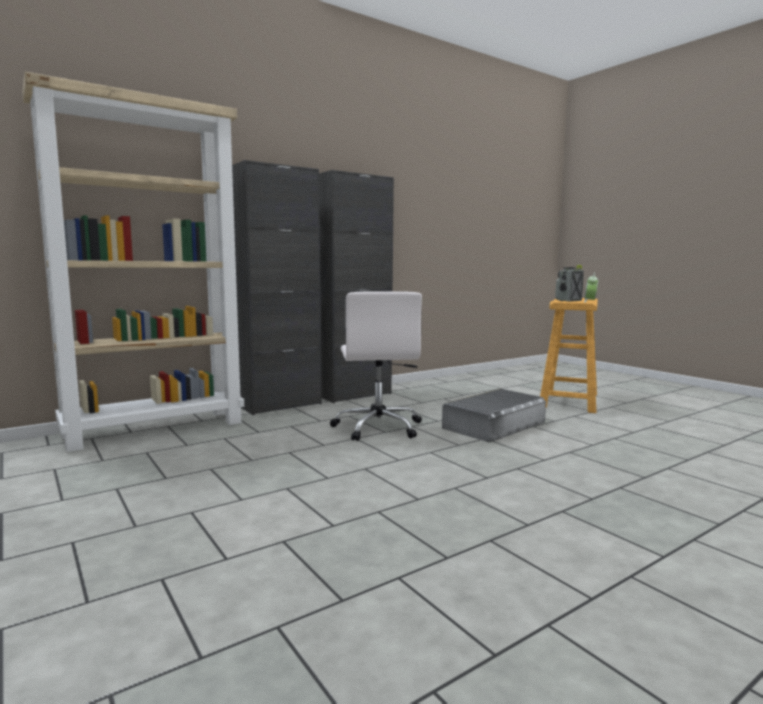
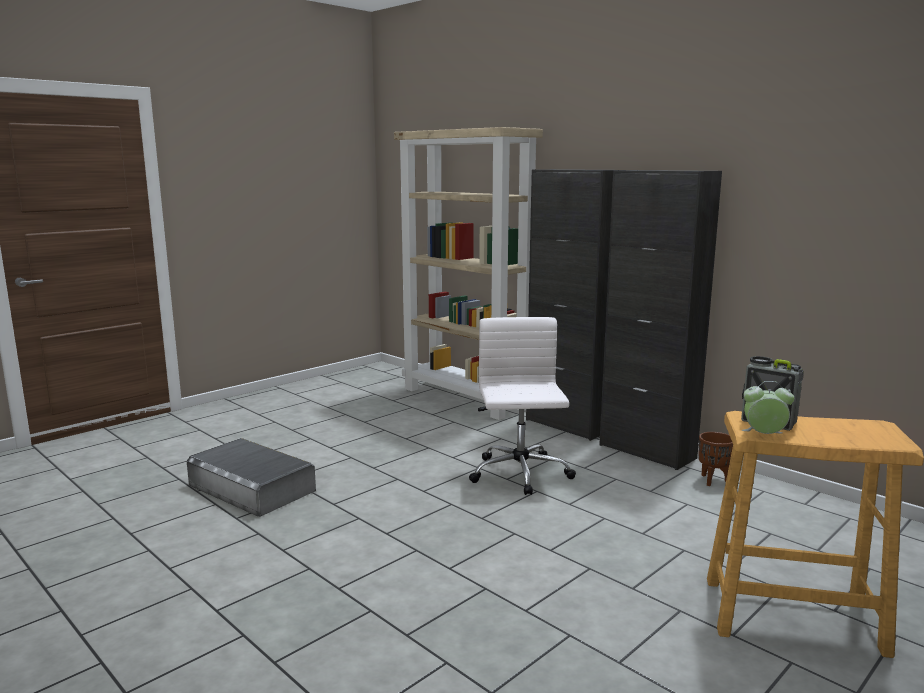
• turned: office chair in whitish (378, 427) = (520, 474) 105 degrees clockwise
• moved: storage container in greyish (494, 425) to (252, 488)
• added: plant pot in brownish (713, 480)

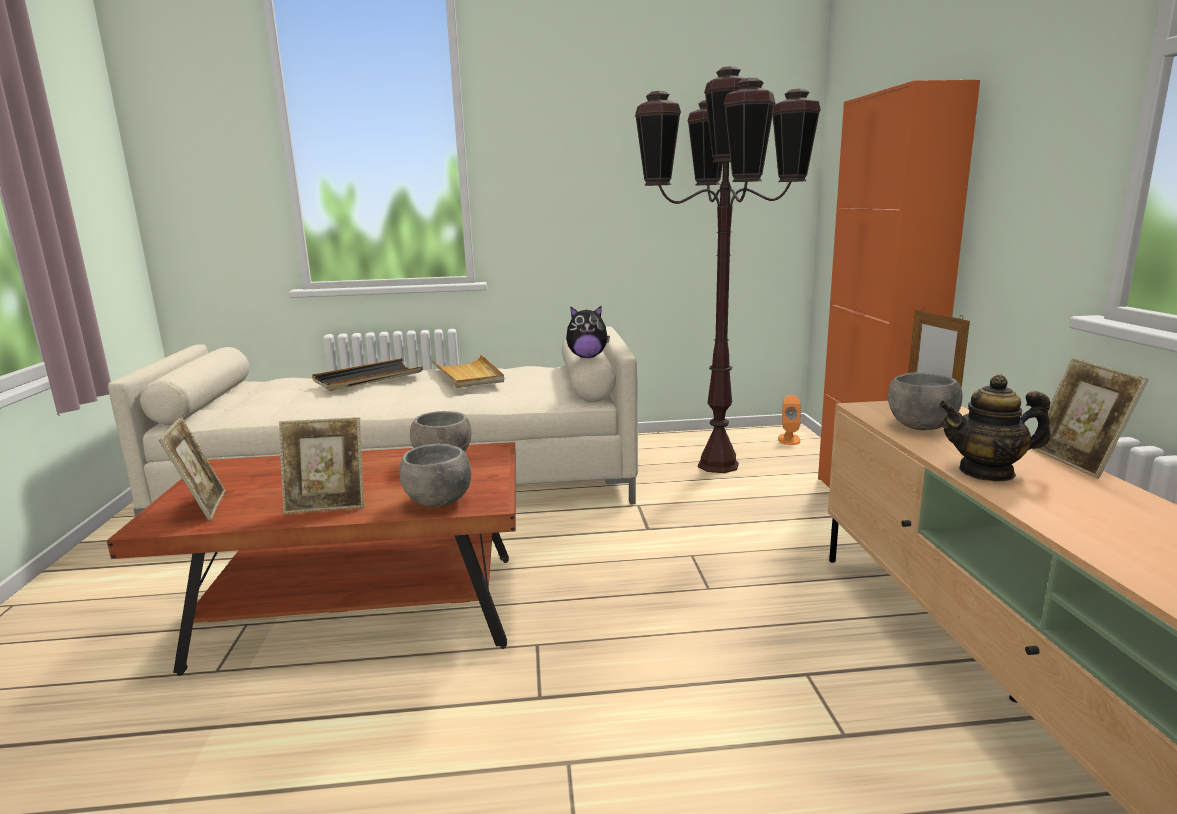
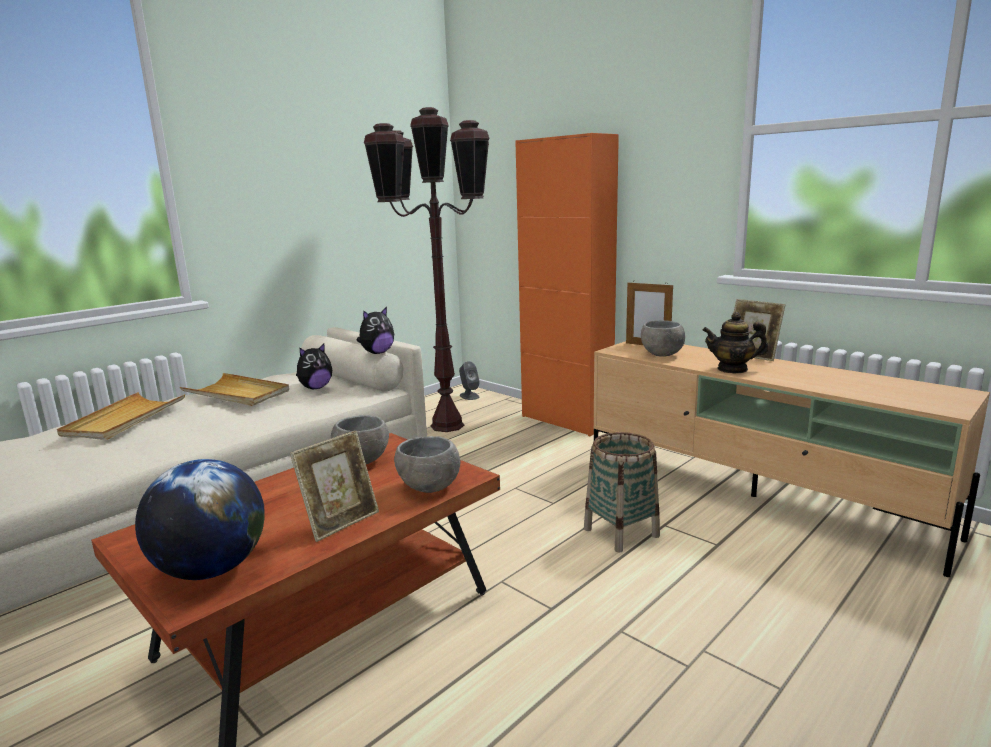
• recoloured: carrying tray in black-coloured (367, 378) to carrying tray in beige-coloured (125, 419)
• turned: pot for tea (987, 472) = (732, 369) 45 degrees clockwise
• recoloured: loudspeaker in orangey (789, 439) to loudspeaker in greyish (469, 396)
• replaced: picture frame (202, 507) to globe (211, 569)
• added: cuddly toy (315, 388)
• added: household basket (621, 532)

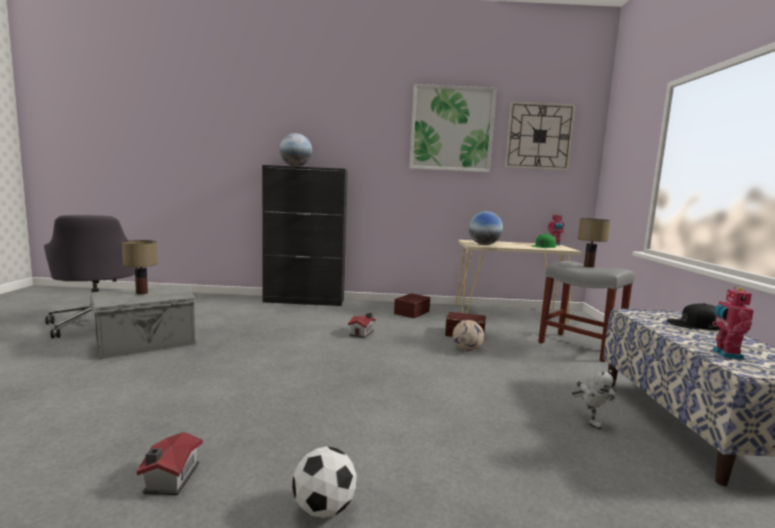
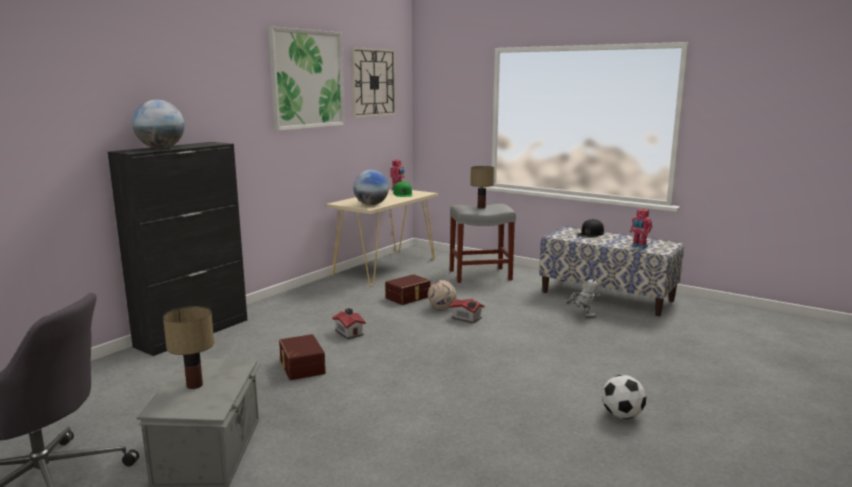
• moved: storage container in brownish (411, 312) to (301, 367)
• moved: toy house (170, 479) to (467, 318)

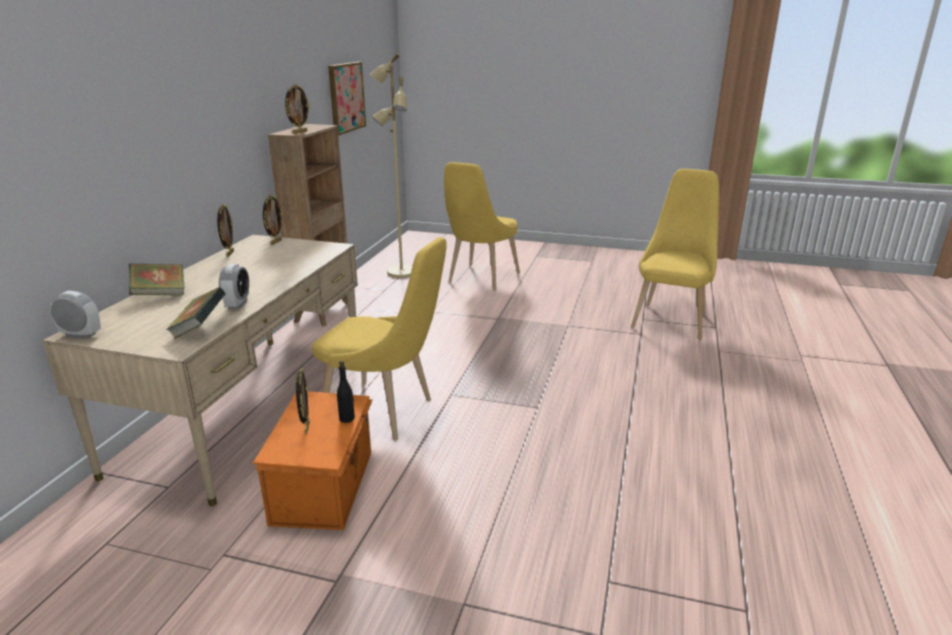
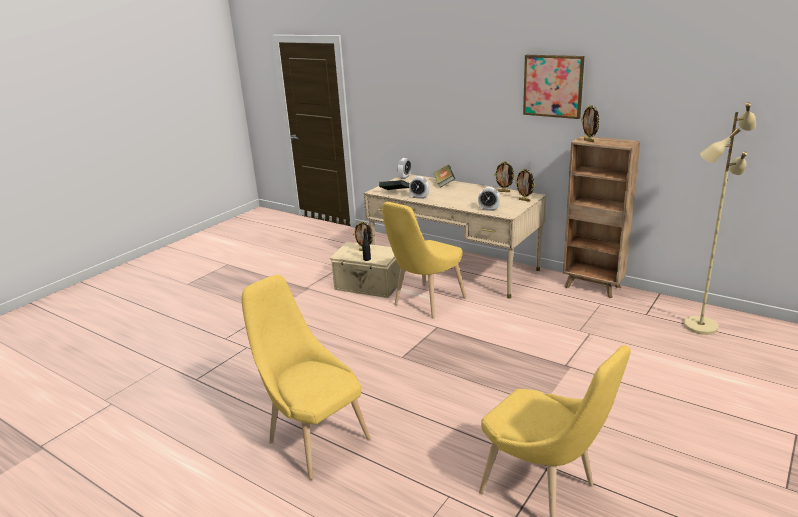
• moved: picture (346, 97) to (553, 86)
• moved: upright chair in yellowish (481, 279) to (313, 438)
• recoloured: storage container in orangey (325, 486) to storage container in beige-coloured (368, 286)
• added: alarm clock (489, 209)

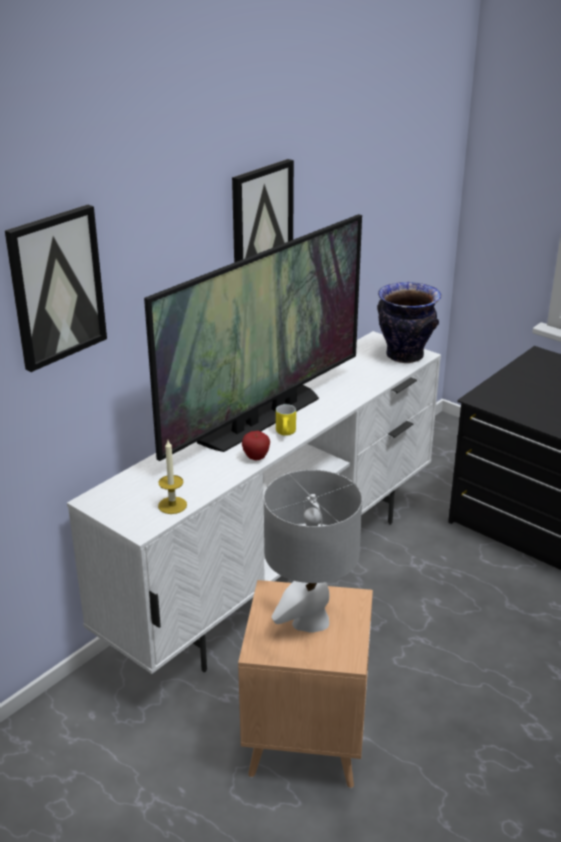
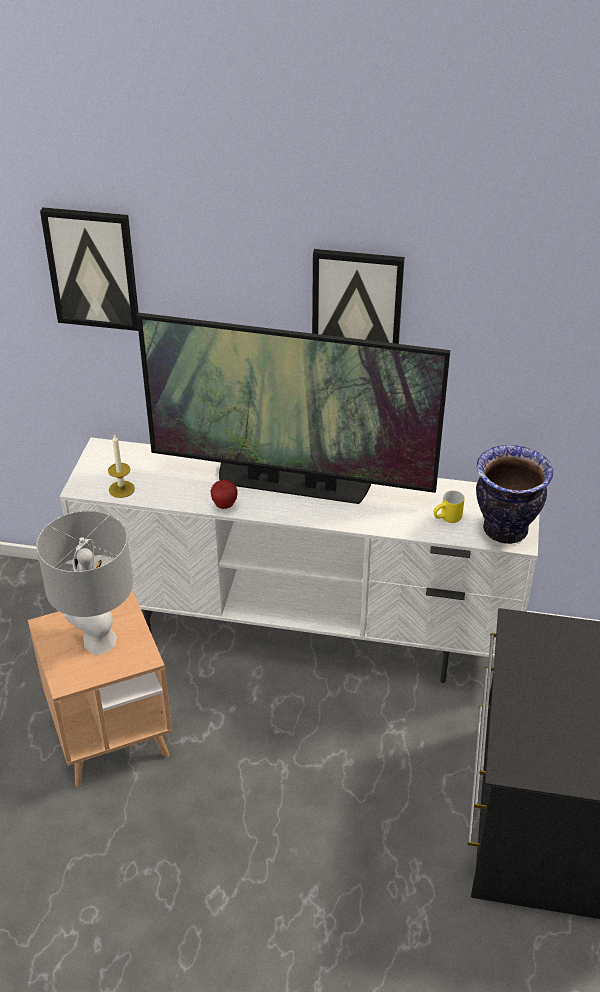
• moved: mug in yellowish (287, 434) to (448, 519)

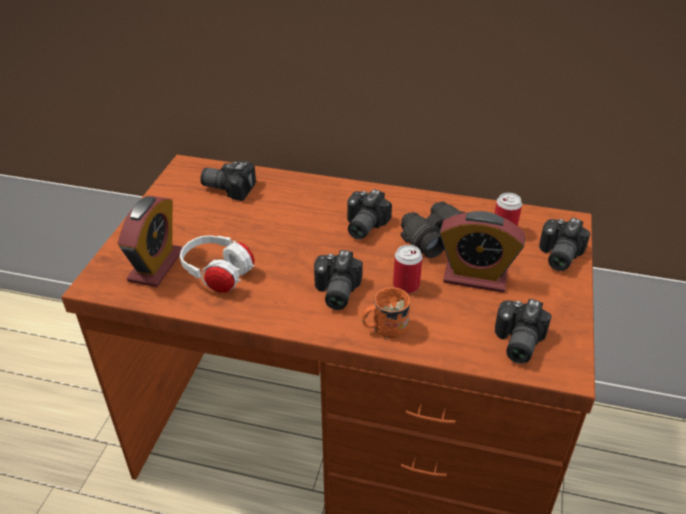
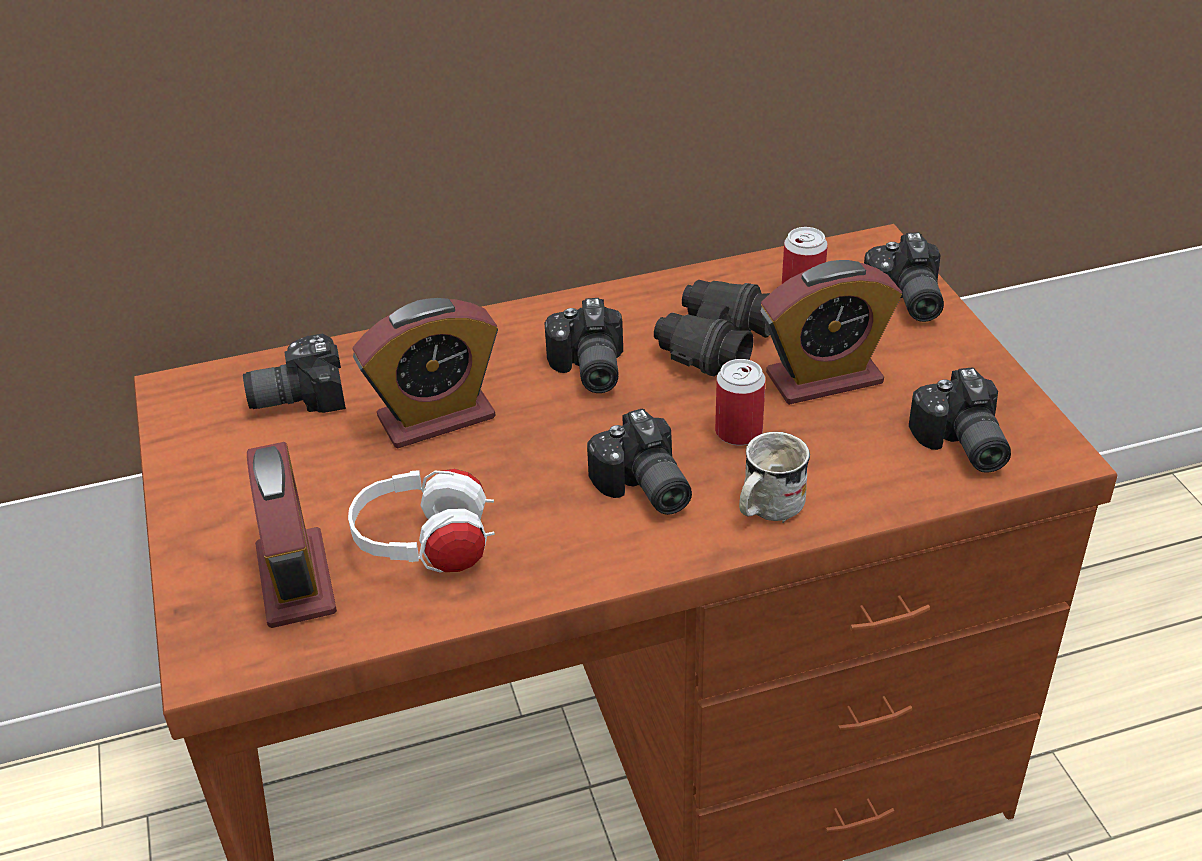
• recoloured: mug in orangey (384, 328) to mug in whitish (766, 508)
• added: alarm clock (436, 418)

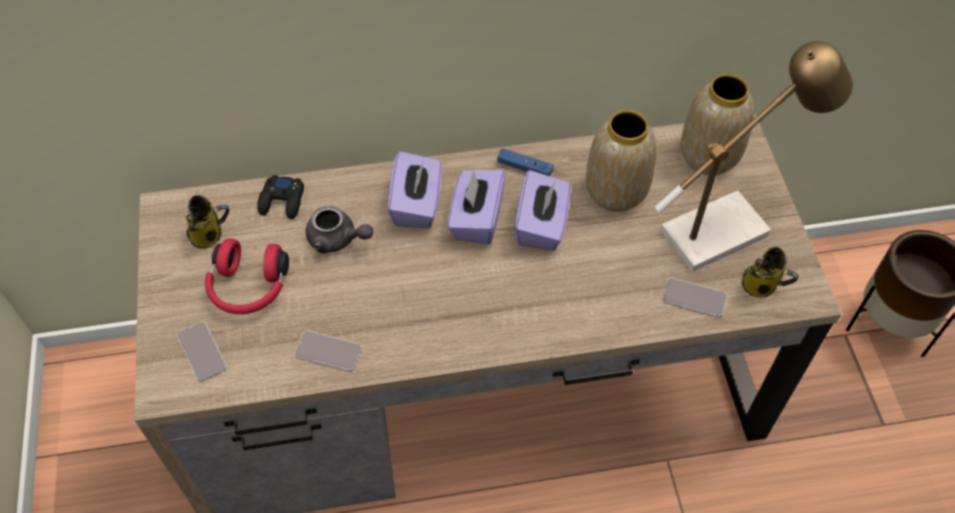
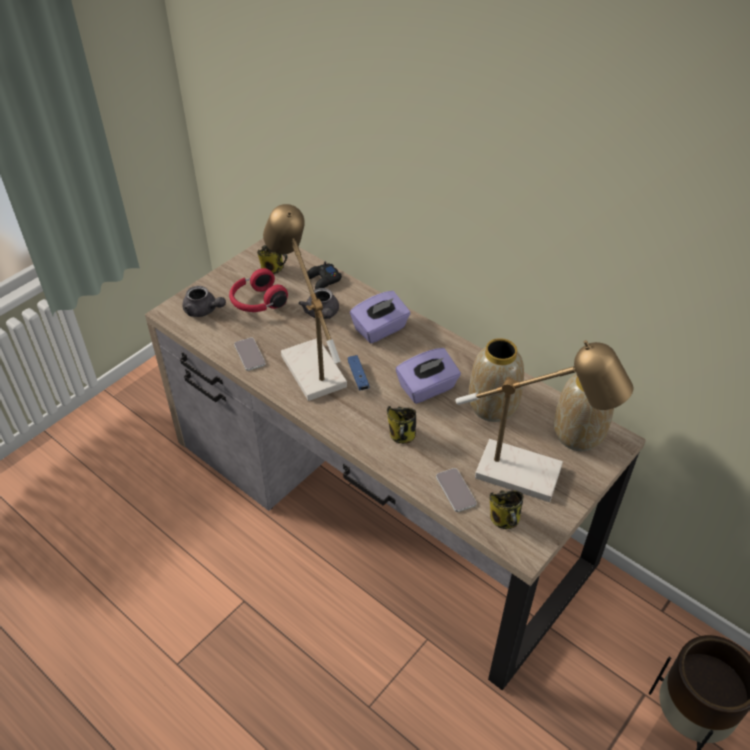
• moved: gamepad in blue-coloured (524, 168) to (358, 377)
• removed: tissue box in purple-coloured (476, 219)
• replaced: phone (202, 352) to pot for tea in greyish (204, 311)
• added: tabletop lamp (308, 365)
• added: mug (402, 436)

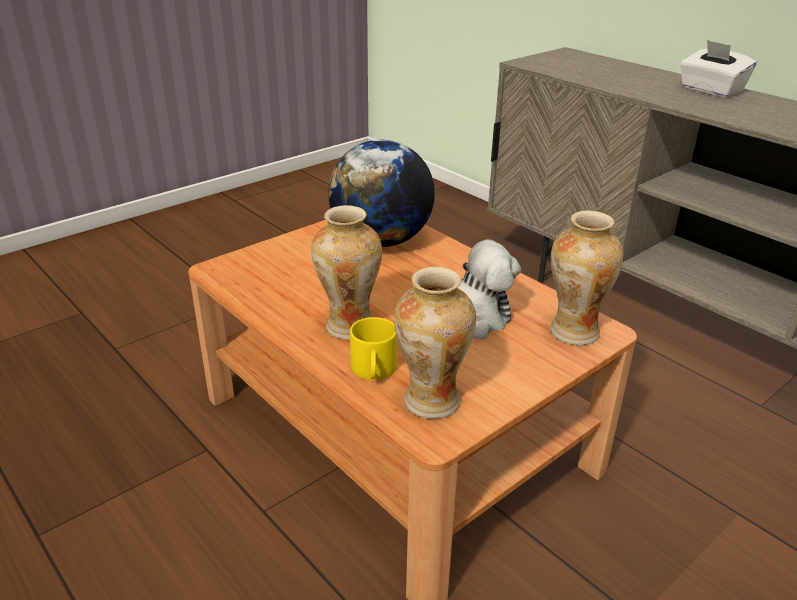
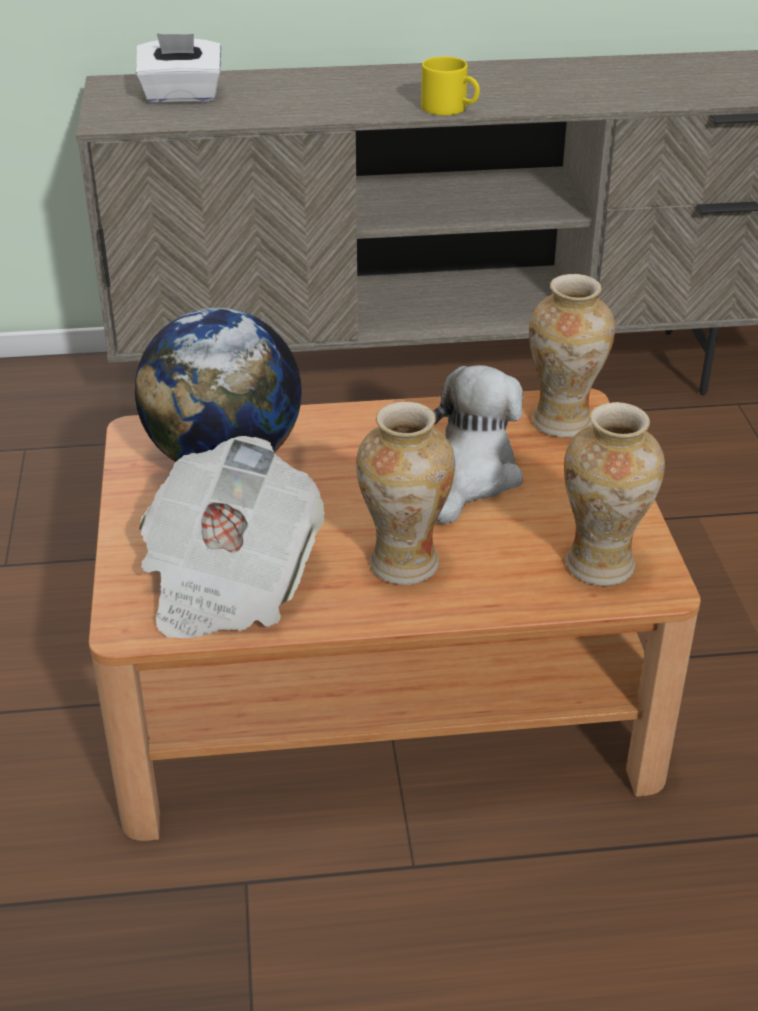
• moved: tissue box in whitish (710, 90) to (181, 96)
• moved: mug in yellowish (374, 371) to (451, 109)
• added: newspaper (228, 580)

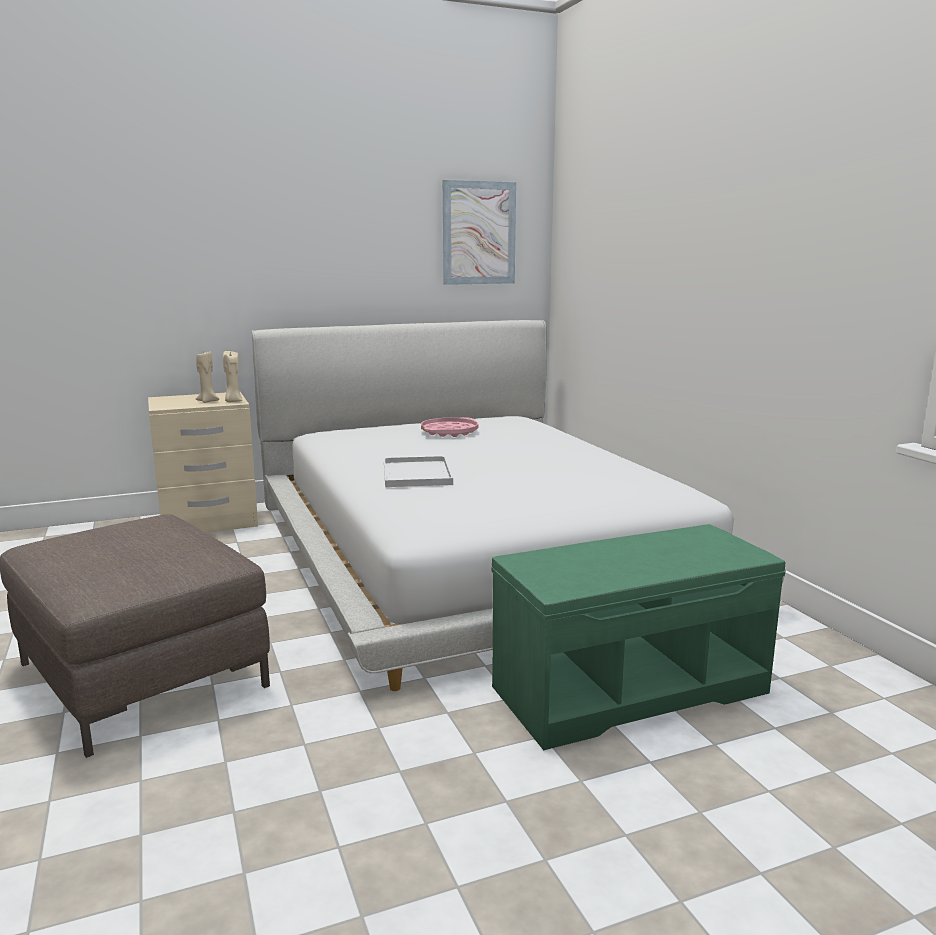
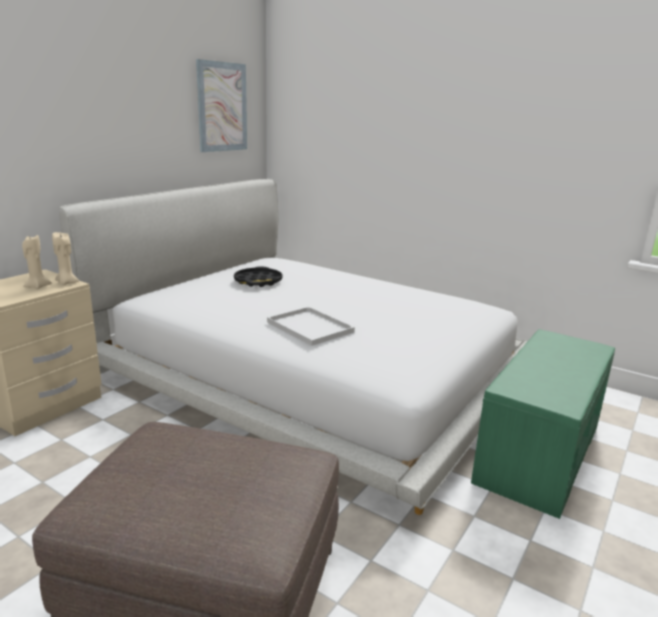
• recoloured: carrying tray in pink (449, 432) to carrying tray in black-coloured (258, 281)

